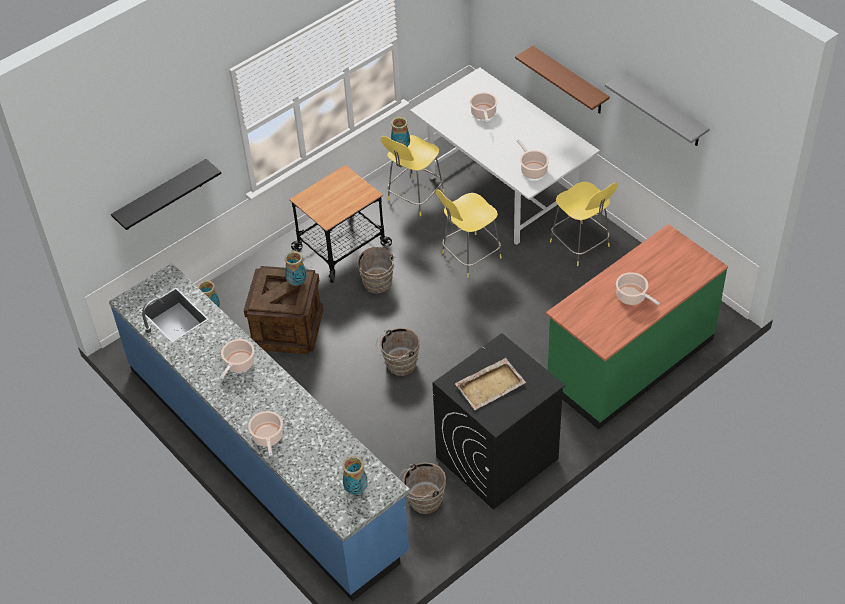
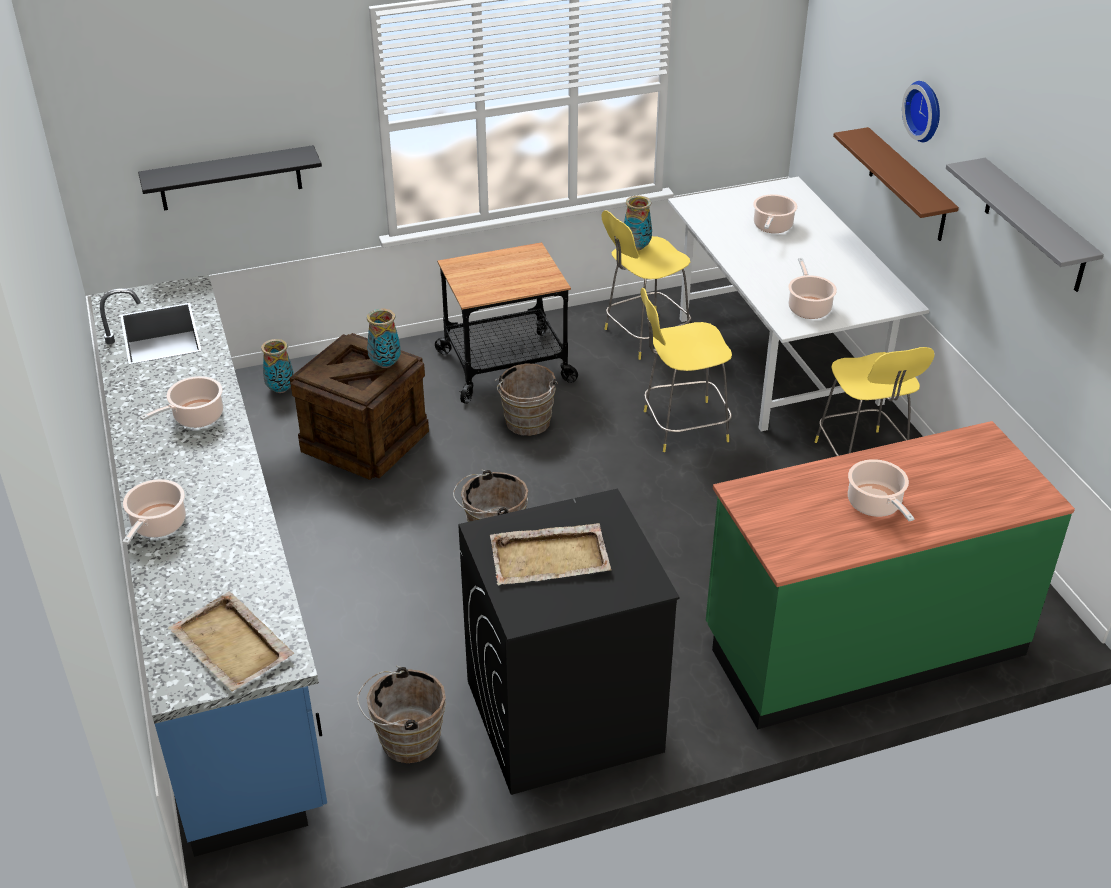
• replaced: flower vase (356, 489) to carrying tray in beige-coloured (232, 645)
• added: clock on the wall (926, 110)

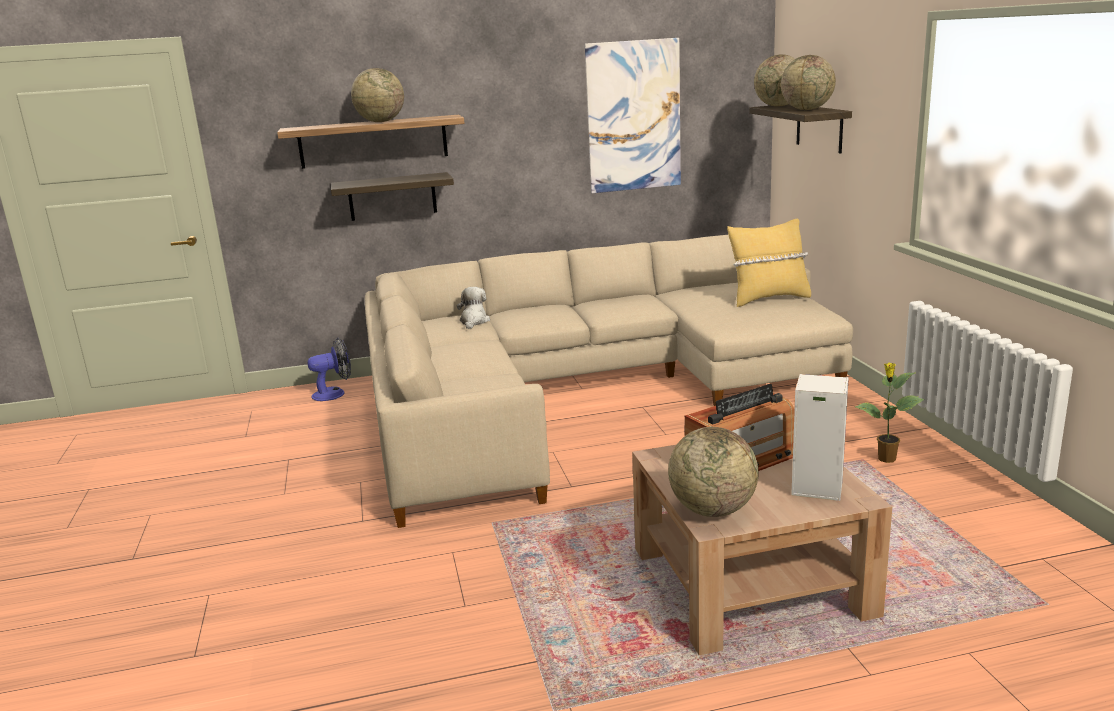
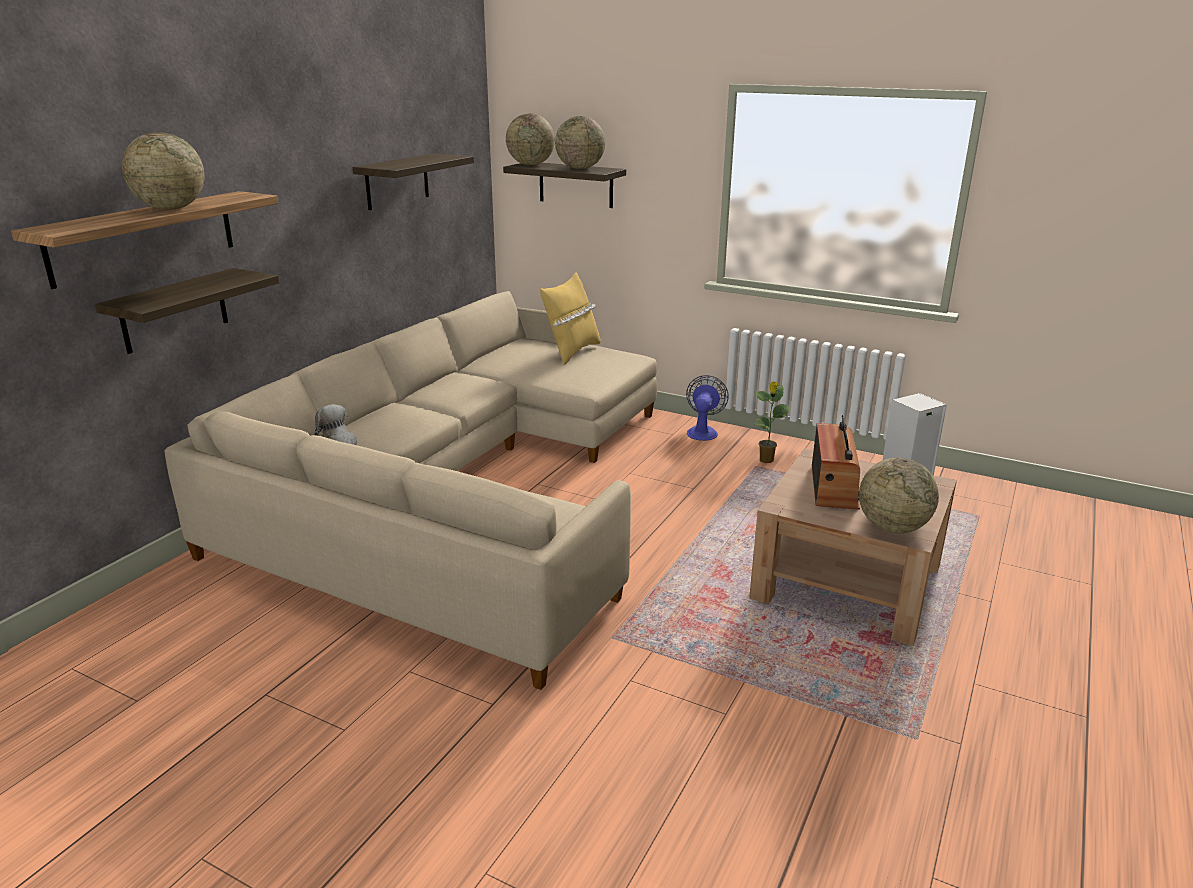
• replaced: picture (634, 116) to bracket shelf (397, 181)
• moved: electric fan (334, 393) to (703, 431)

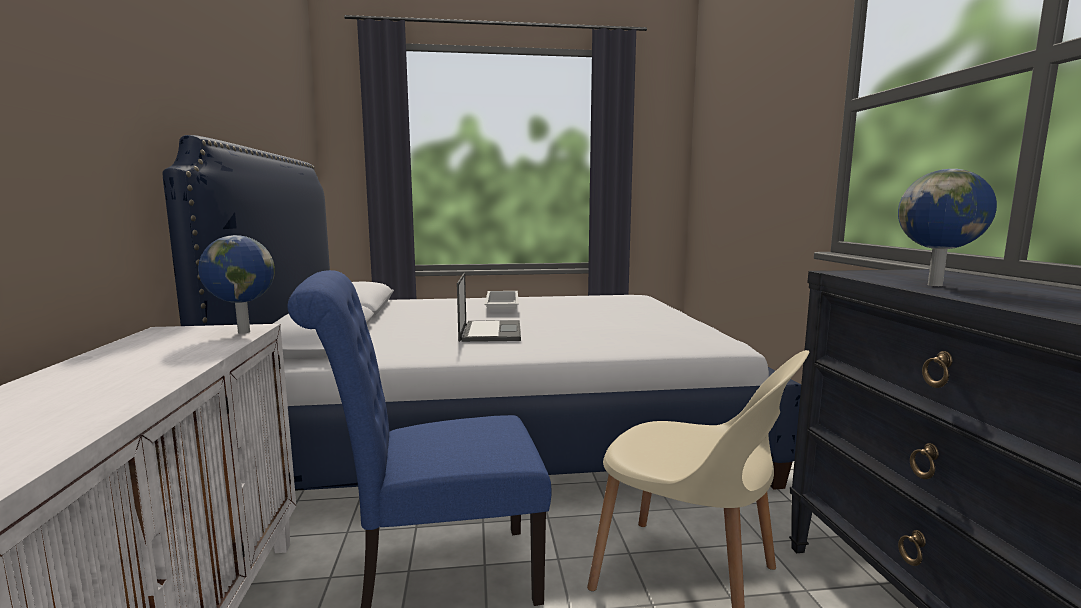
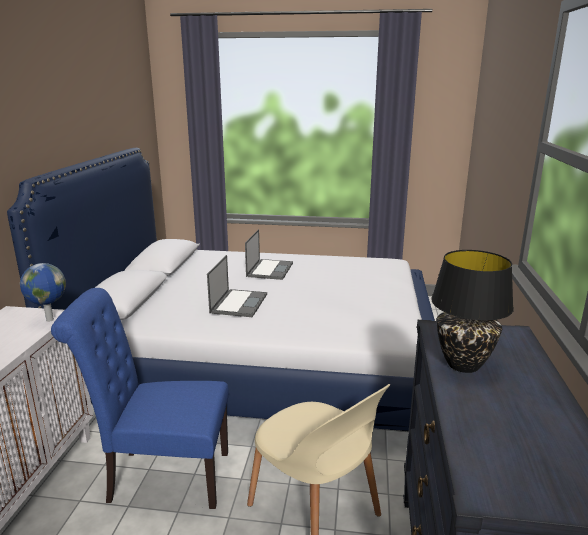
• replaced: globe (937, 285) to tabletop lamp in black-coloured (464, 365)
• replaced: carrying tray in whitish (501, 307) to laptop (270, 269)

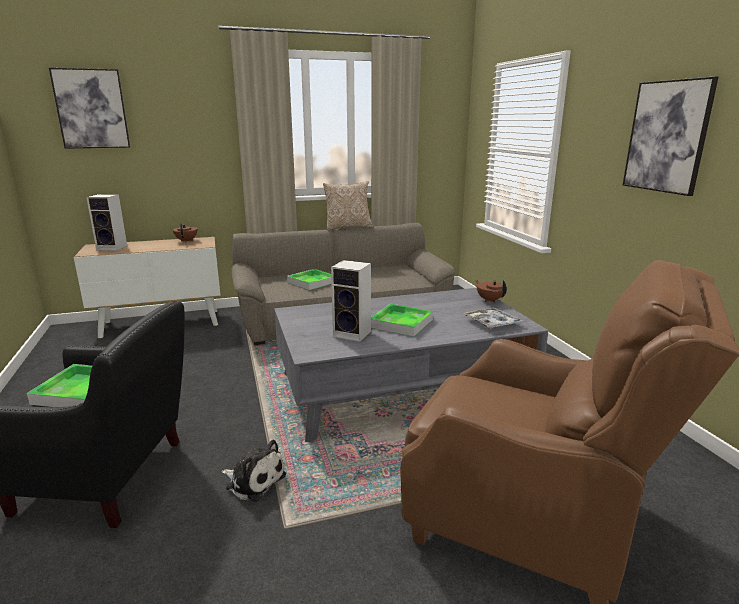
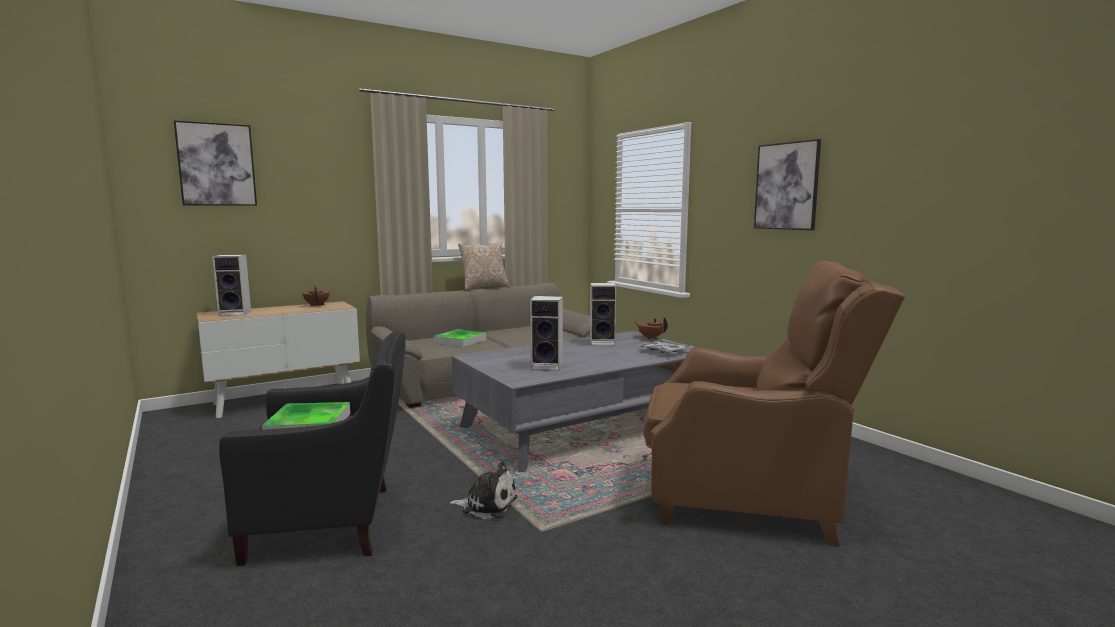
• removed: carrying tray (401, 323)
• added: loudspeaker (603, 342)

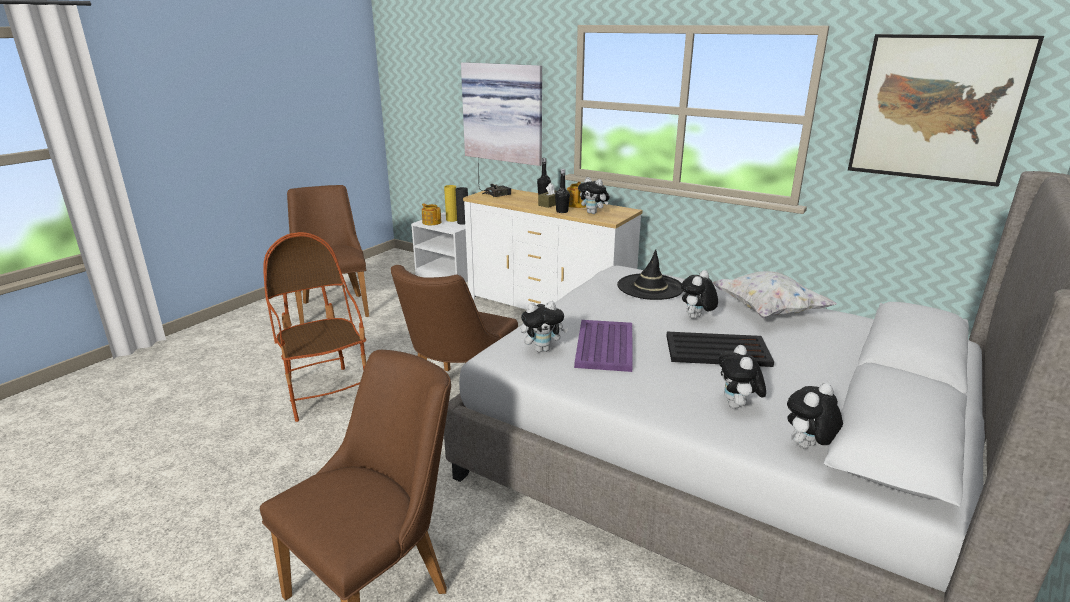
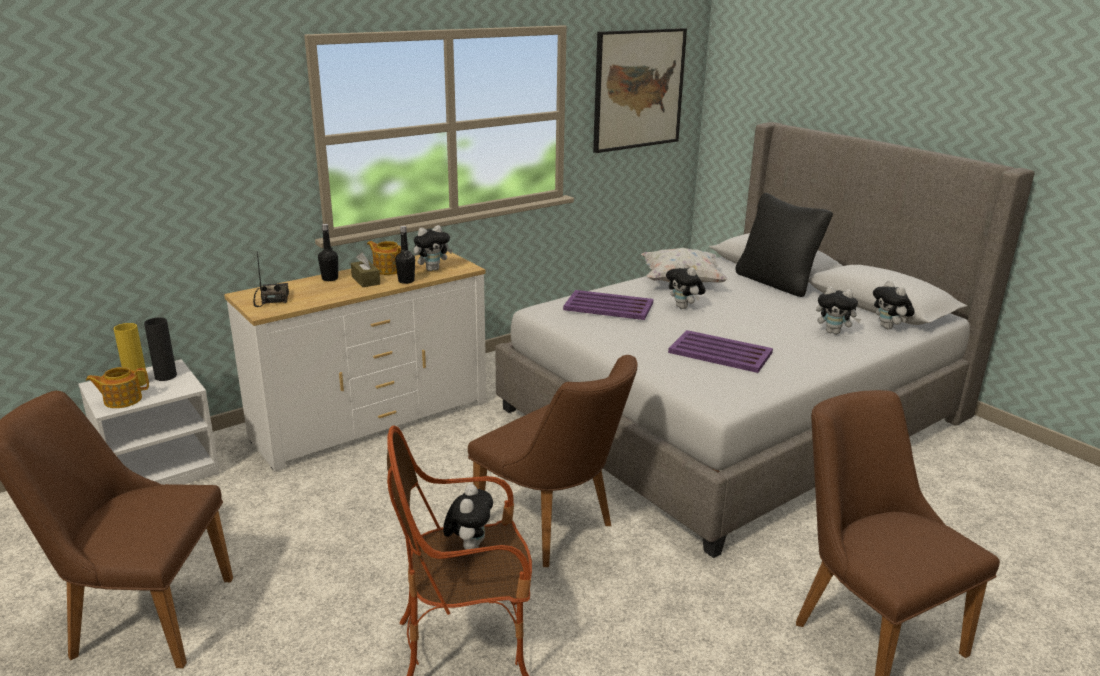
• removed: picture (504, 113)
• replaced: clothing hat in black-coloured (650, 287) to carrying tray in purple-coloured (607, 306)
• moved: cuddly toy (542, 349) to (469, 546)
• removed: carrying tray in black-coloured (718, 351)
• added: pillow in black-coloured (776, 283)

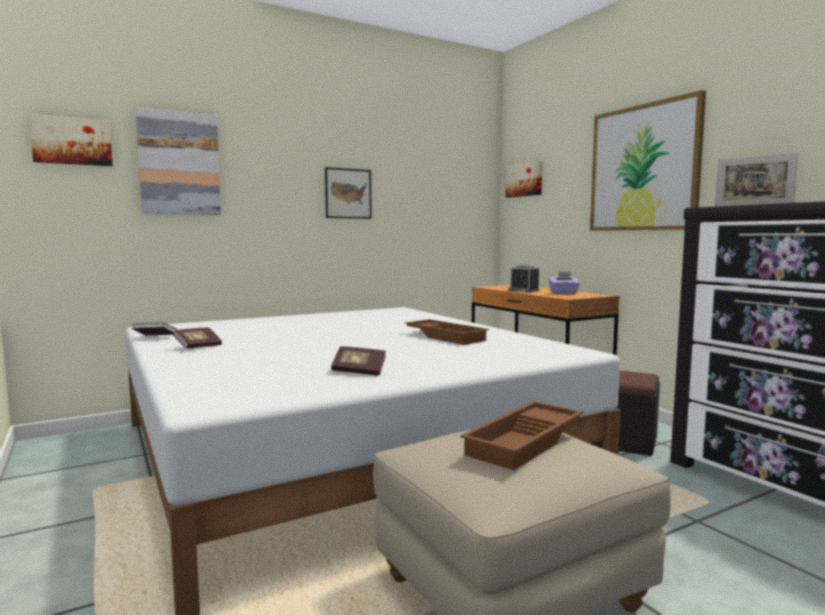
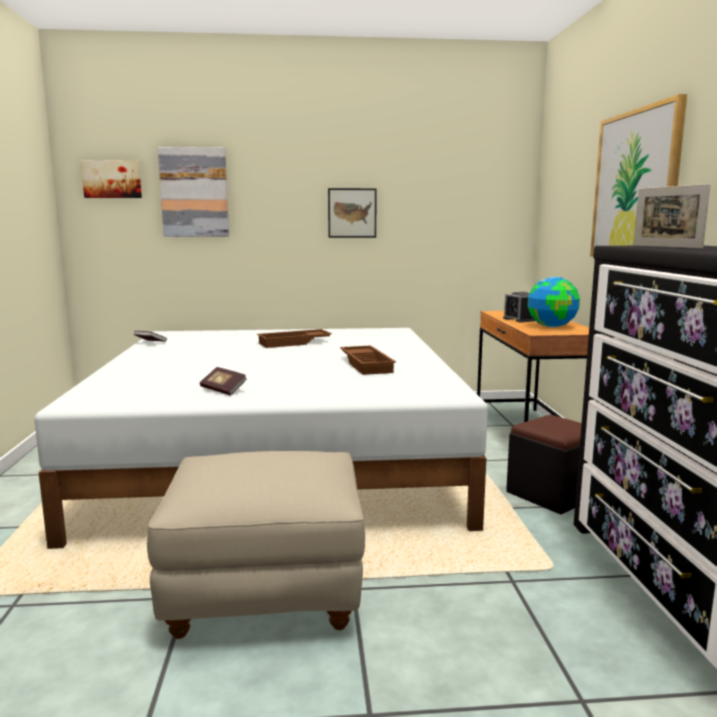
• removed: picture (525, 180)
• replaced: tissue box in purple-coloured (563, 293) to globe (552, 326)
• removed: volume (198, 347)
• moved: carrying tray in brownish (526, 442) to (294, 343)

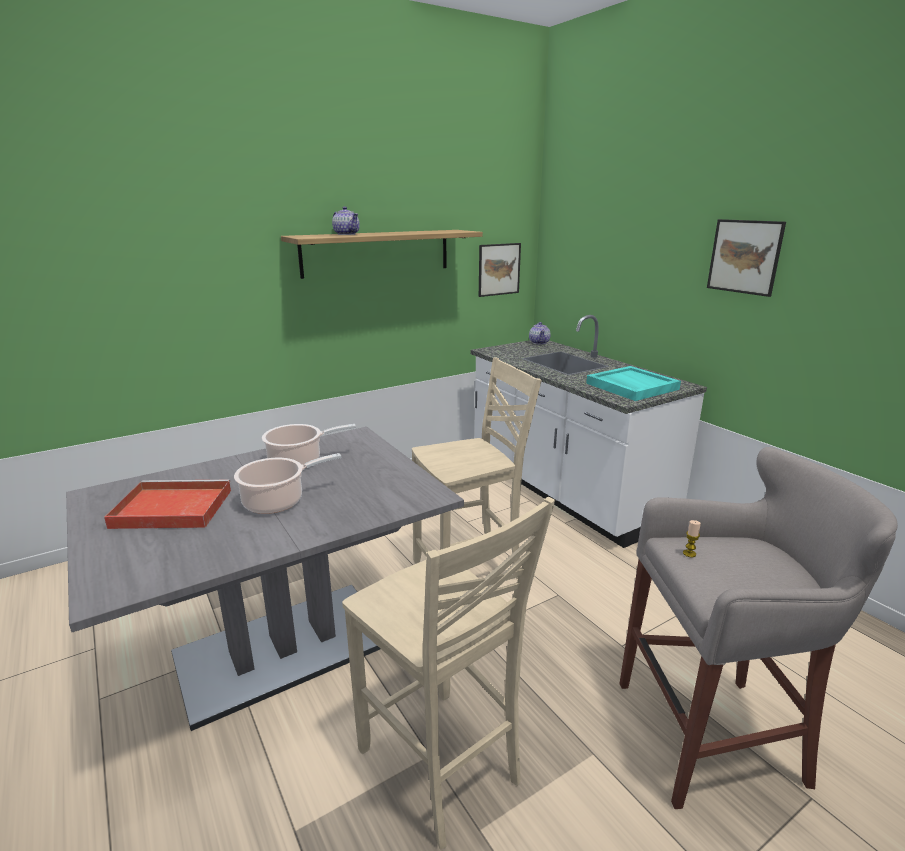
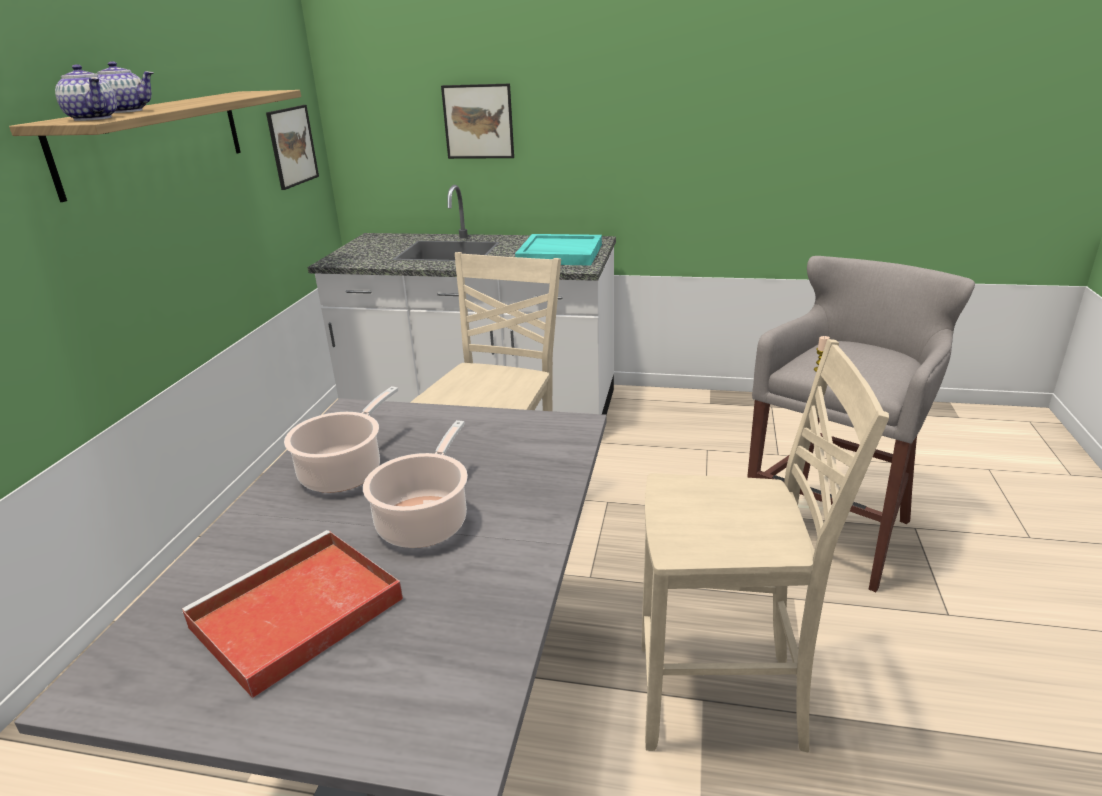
• moved: picture (744, 256) to (478, 121)
• moved: pot for tea (539, 342) to (93, 118)

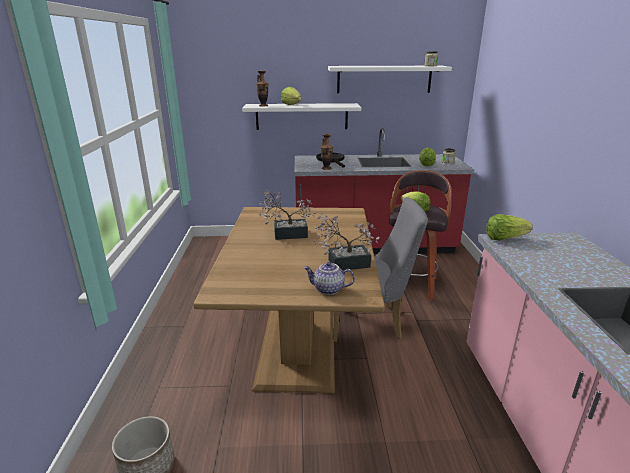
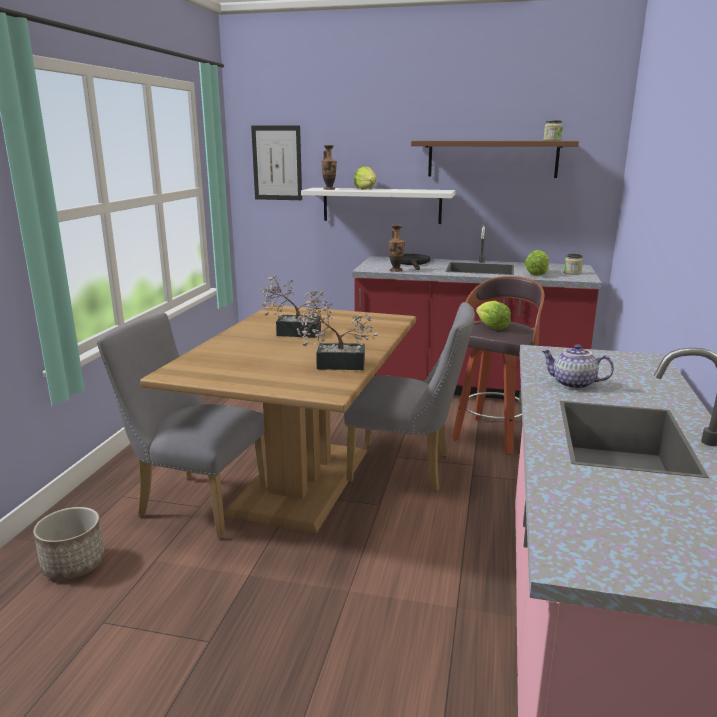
• recoloured: bracket shelf in whitish (384, 79) to bracket shelf in brownish (492, 159)
• removed: lettuce (504, 238)
• moved: pot for tea (328, 289) to (572, 384)
• added: picture (277, 163)
• added: upright chair in greyish (195, 502)

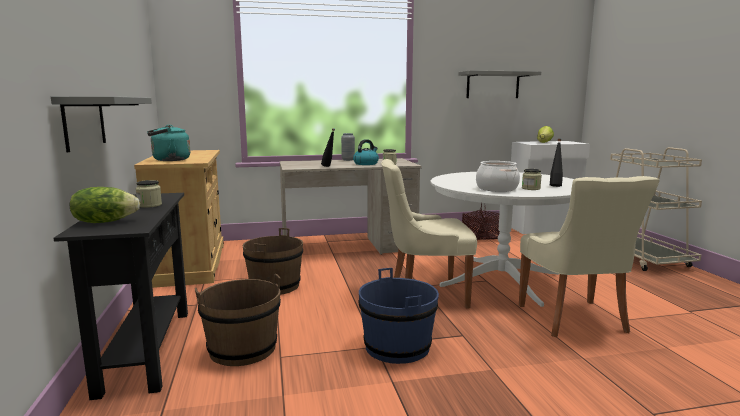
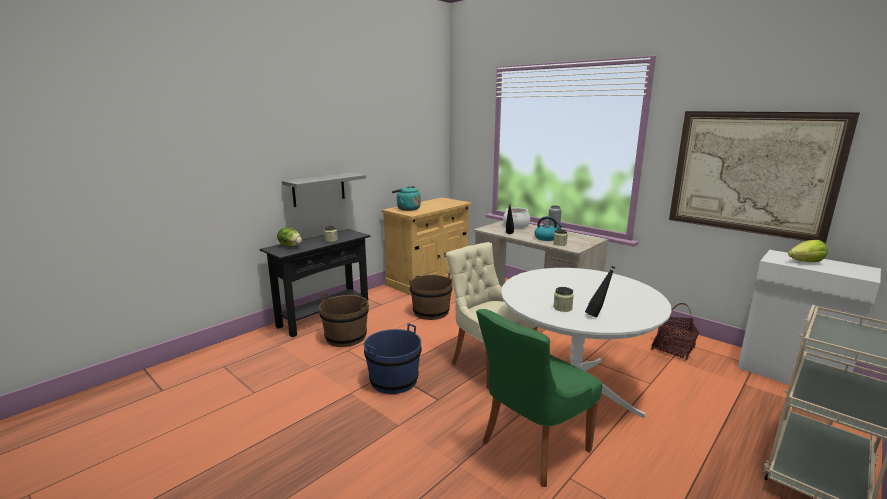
• replaced: bracket shelf in greyish (493, 85) to picture (751, 173)
• moved: cooking pot (497, 189) to (516, 226)
• recoloured: upright chair in beige-coloured (574, 320) to upright chair in green-coloured (532, 447)

